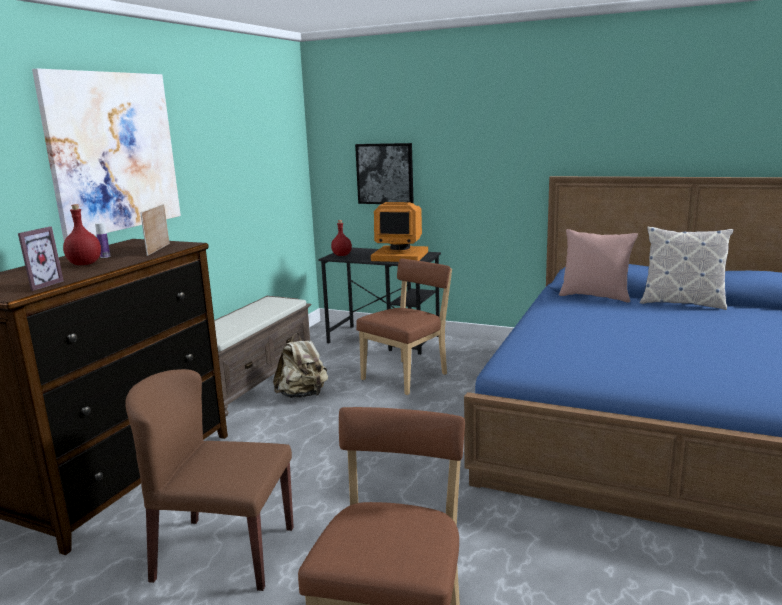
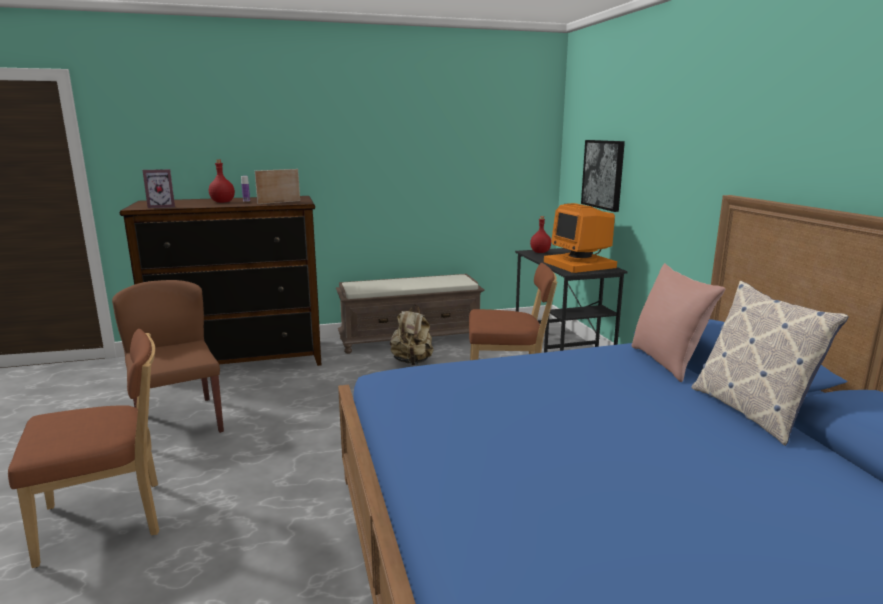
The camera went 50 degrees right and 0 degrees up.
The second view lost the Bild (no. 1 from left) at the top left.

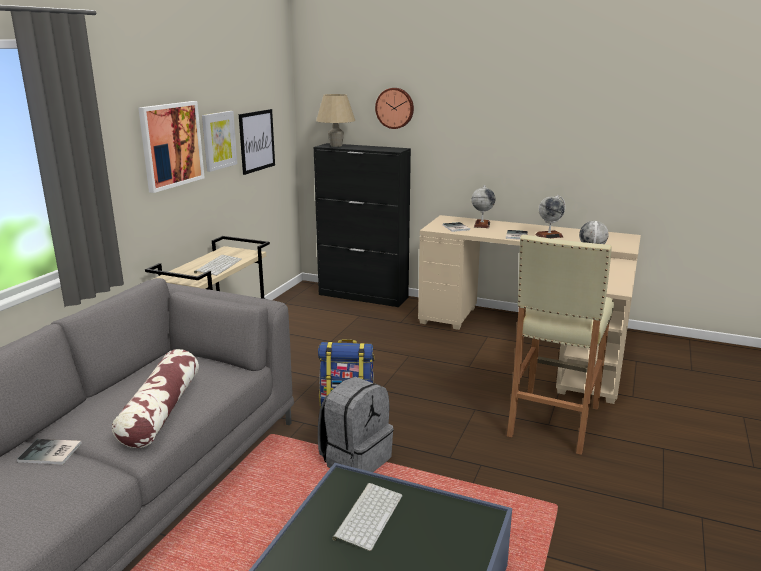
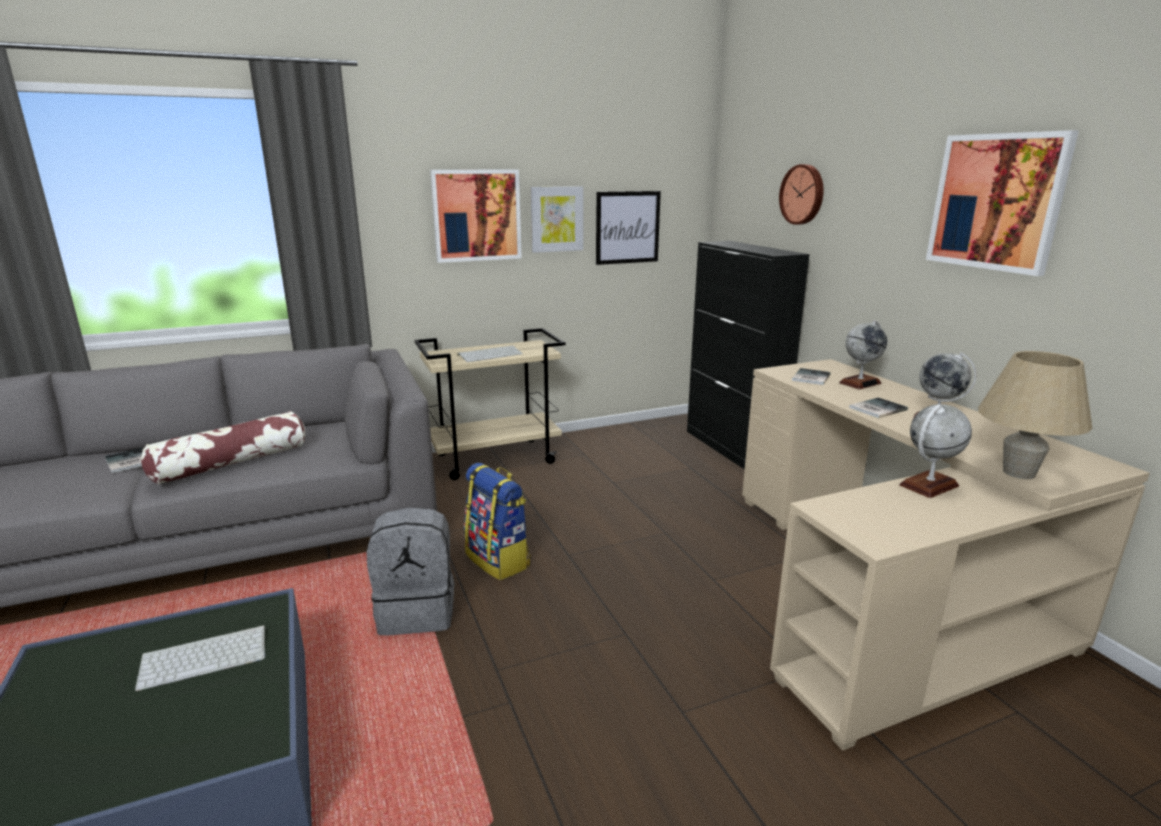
The camera went 45 degrees right and 0 degrees up.
The Tischlampe (beige) ended up elsewhere, having gone from the top centre to the middle right.
The second view lost the Hocker (beige) at the middle right.
The second view gained the Bild (no. 4 from left) at the top right.

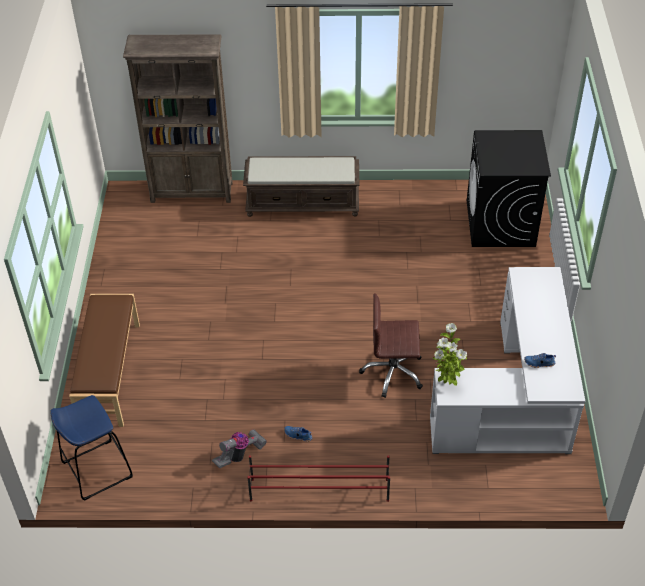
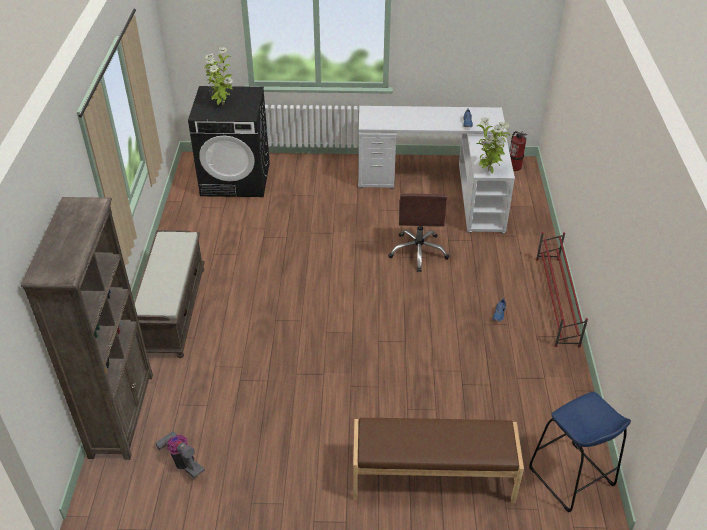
The camera went 90 degrees left and 5 degrees down.
The Staubsauger ended up elsewhere, having gone from the bottom centre to the bottom left.
The second view gained the Topfpflanze (no. 1 from left) at the top left.
The second view gained the Feuerlöscher at the top right.

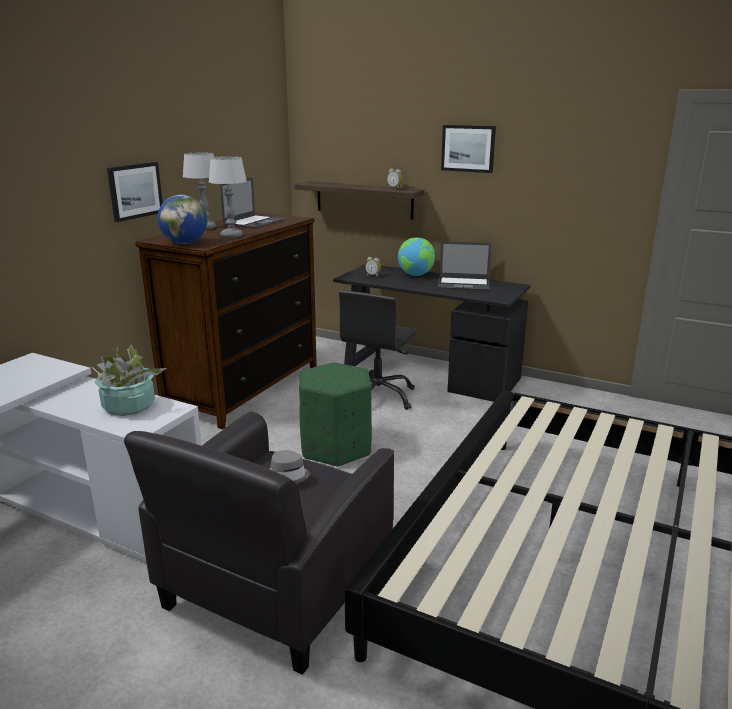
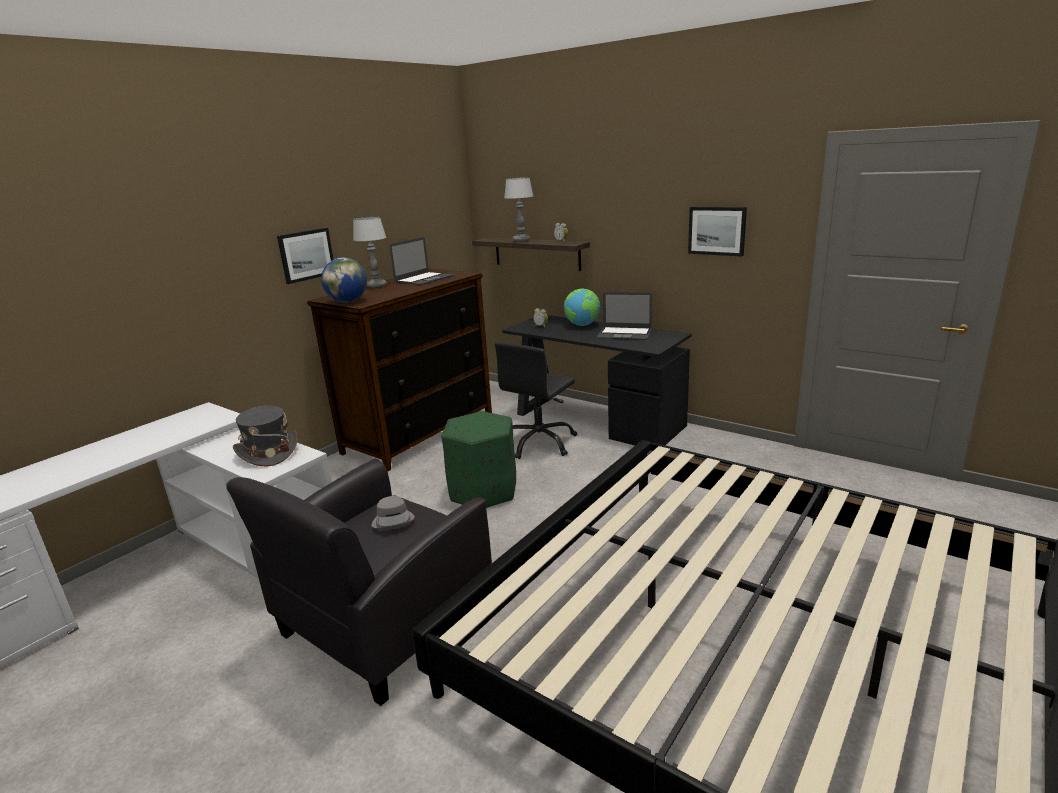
The camera went 10 degrees right and 0 degrees up.
The Bild (no. 2 from left) ended up elsewhere, having gone from the top centre to the top right.
The Tischlampe (no. 2 from left) ended up elsewhere, having gone from the top left to the top centre.
Where the Topfpflanze stood at the middle left, the Hut (grau) (no. 1 from left) came to stand at the middle left.

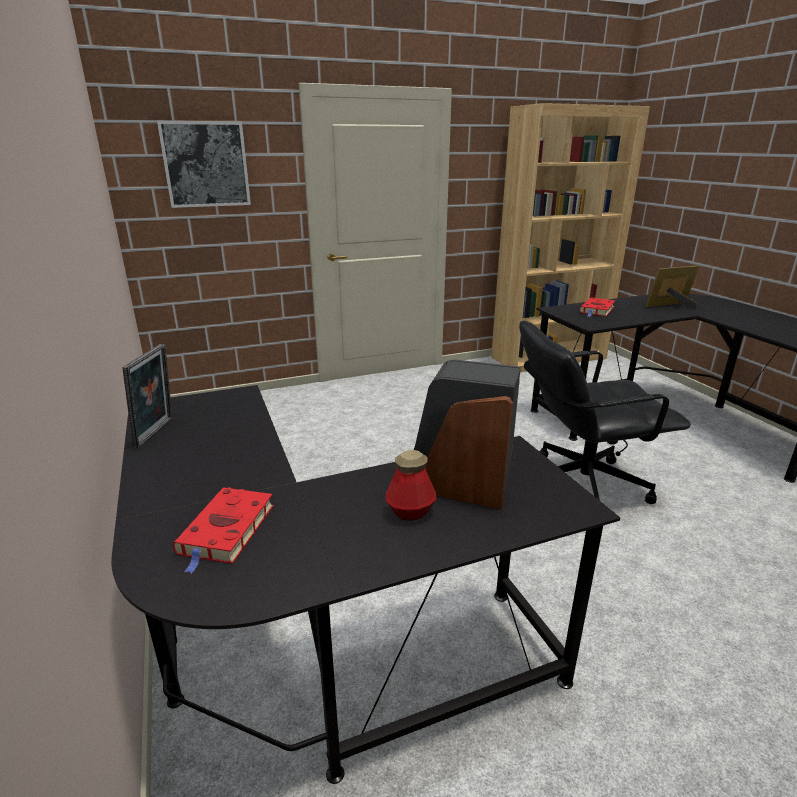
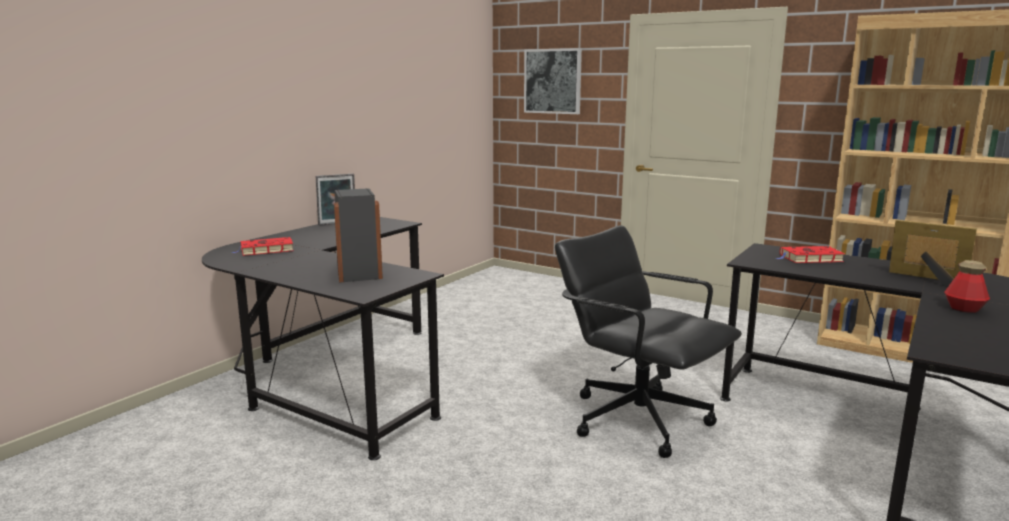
The camera went 55 degrees right and 10 degrees down.
The Flasche ended up elsewhere, having gone from the centre to the middle right.

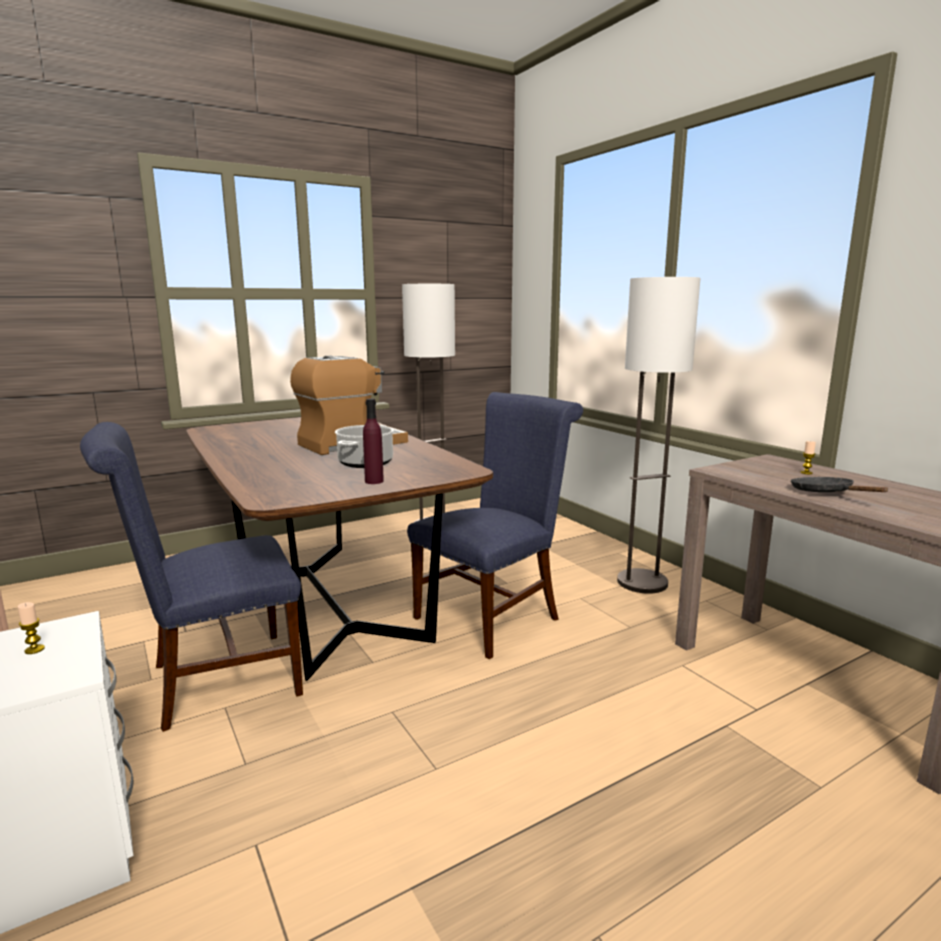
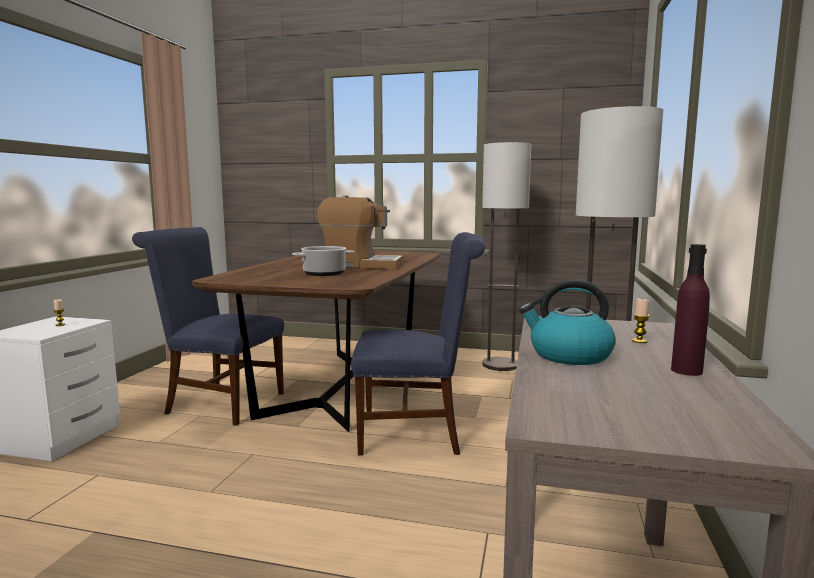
The camera went 45 degrees right and 5 degrees down.
The Flasche (lila) ended up elsewhere, having gone from the centre to the middle right.
Where the Pfanne (schwarz) stood at the middle right, the Wasserkessel came to stand at the middle right.

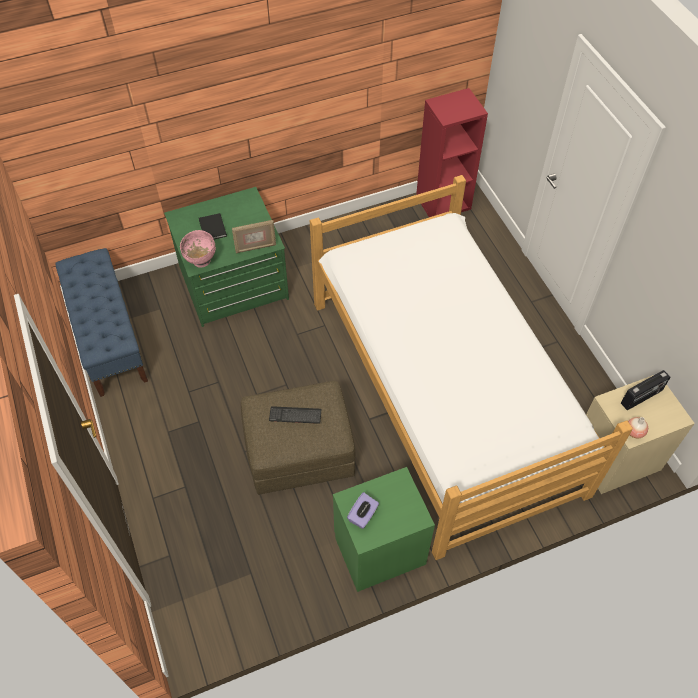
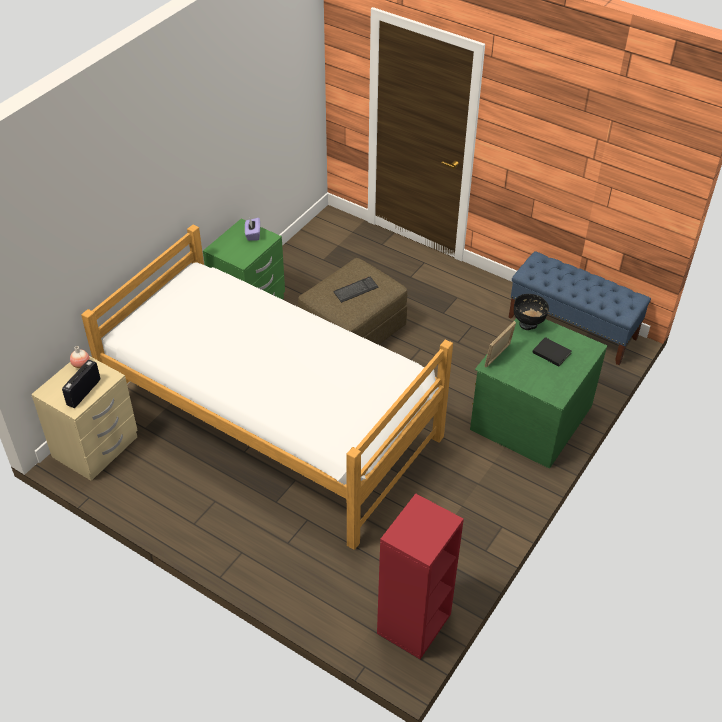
The camera went 145 degrees right and 10 degrees down.
What was the Schüssel (rosa) at the middle left turned into the Schüssel (schwarz) at the middle right.

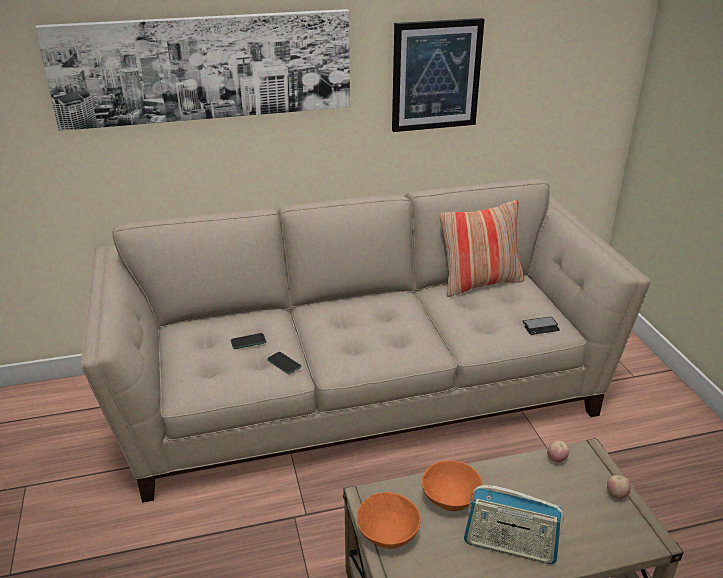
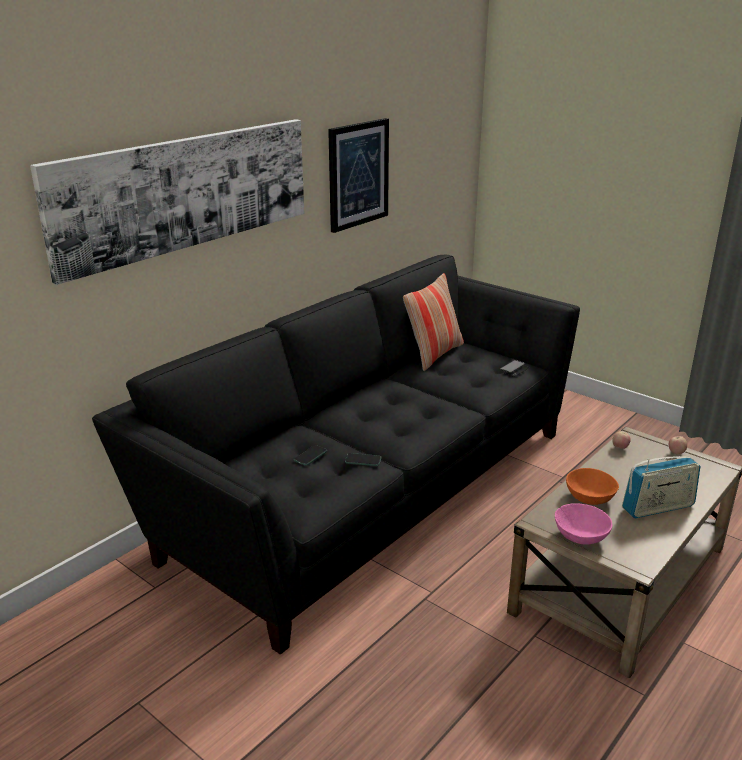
The camera went 35 degrees left and 5 degrees down.
What was the Sofa (beige) at the centre turned into the Sofa (schwarz) at the centre.
What was the Schüssel (orange) (no. 1 from left) at the bottom centre turned into the Schüssel (rosa) at the bottom right.

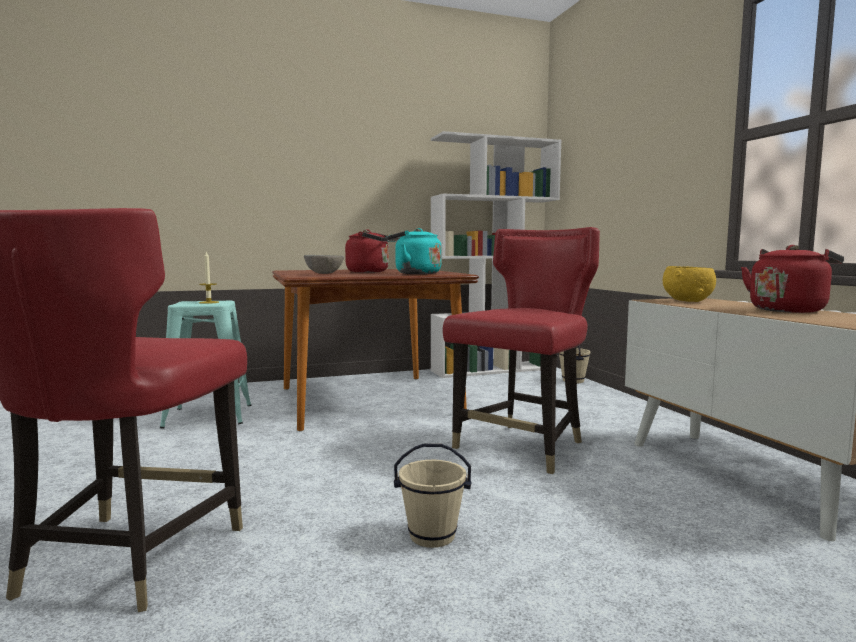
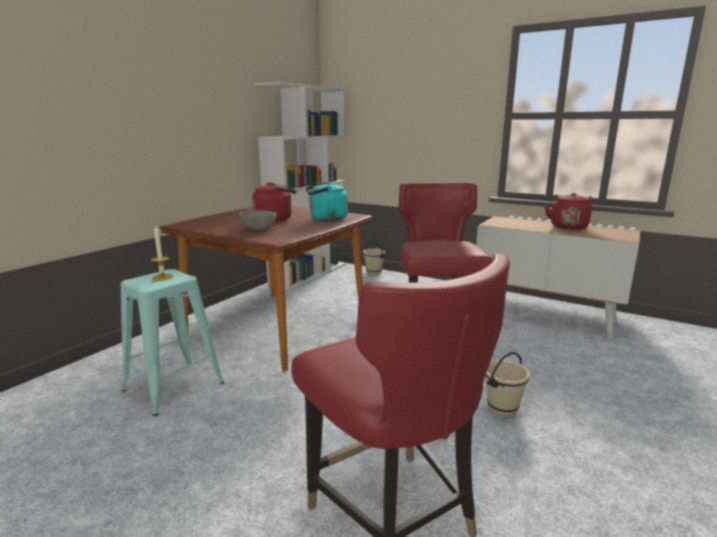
The camera went 40 degrees left and 10 degrees up.
The second view lost the Schüssel (gelb) at the middle right.

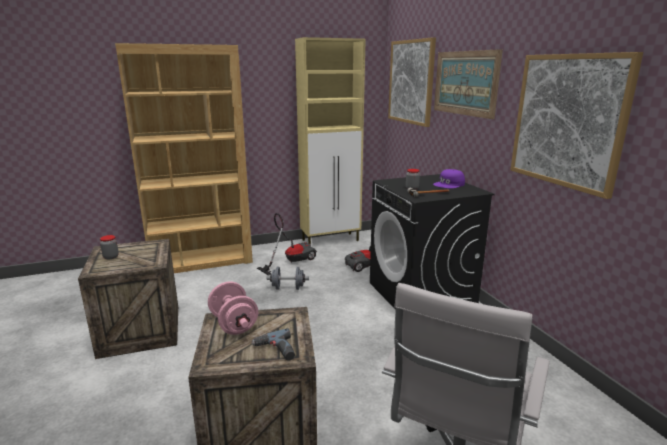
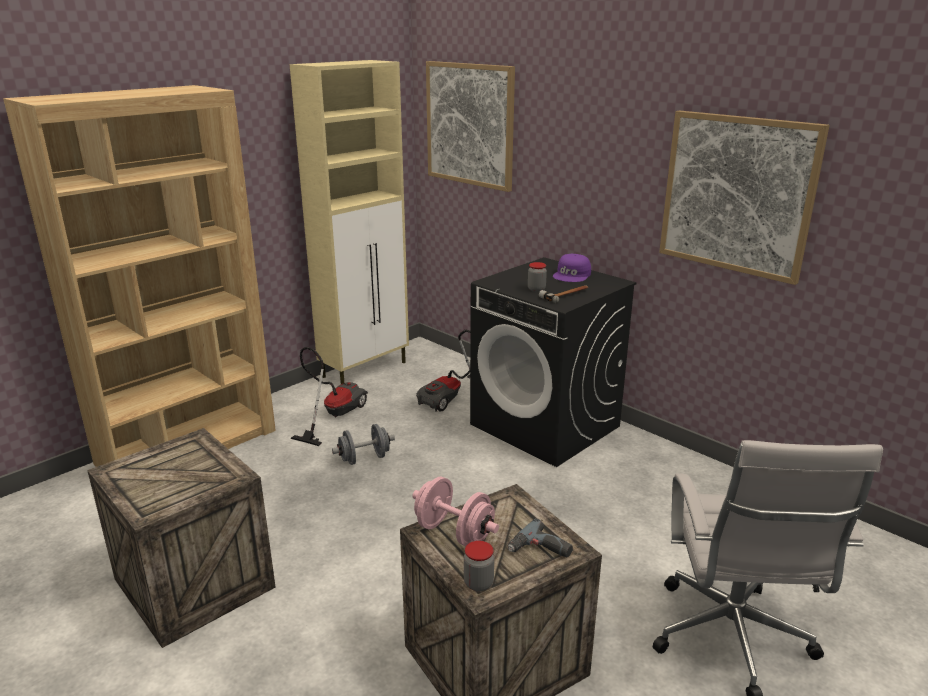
The camera went 25 degrees left and 5 degrees up.
The second view lost the Bild (no. 2 from left) at the top right.
The Vorratsglas (no. 1 from left) ended up elsewhere, having gone from the middle left to the bottom centre.

